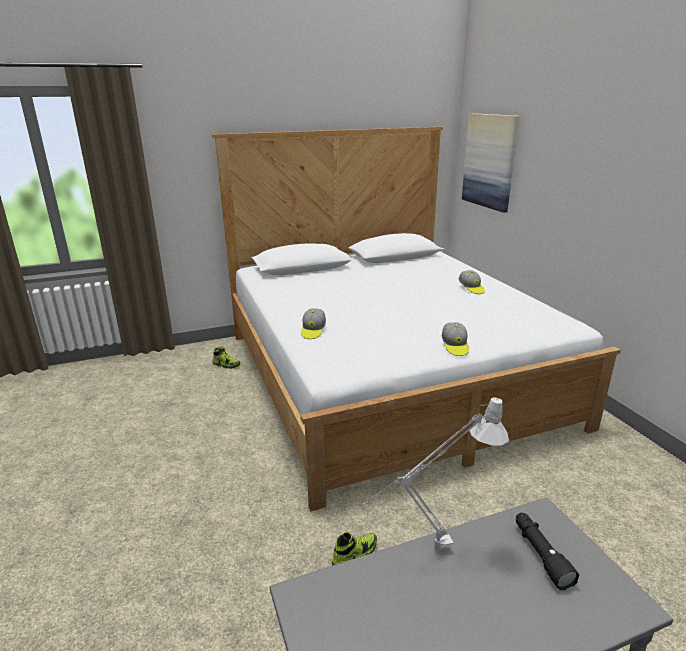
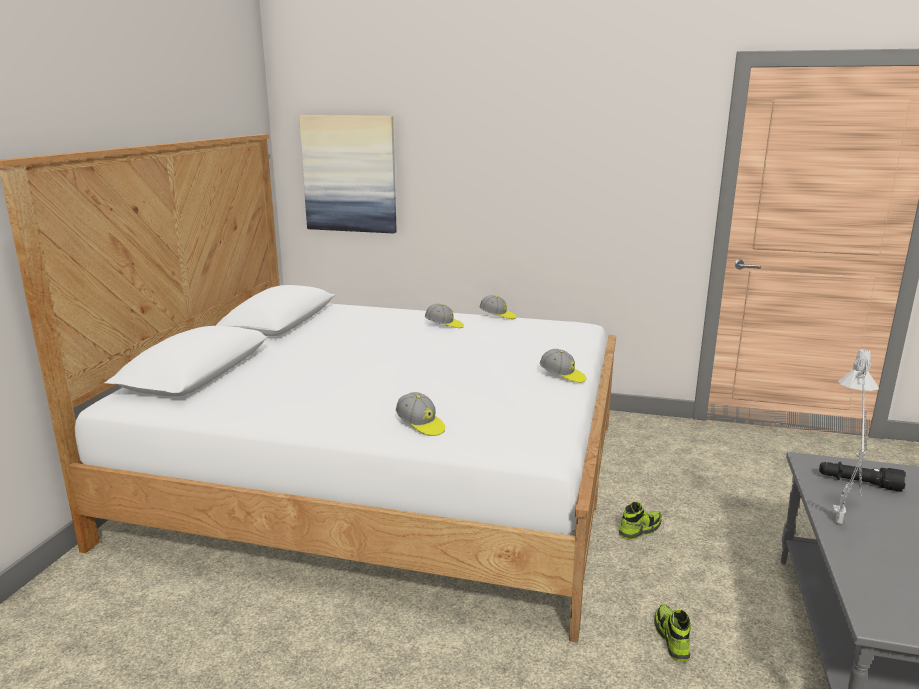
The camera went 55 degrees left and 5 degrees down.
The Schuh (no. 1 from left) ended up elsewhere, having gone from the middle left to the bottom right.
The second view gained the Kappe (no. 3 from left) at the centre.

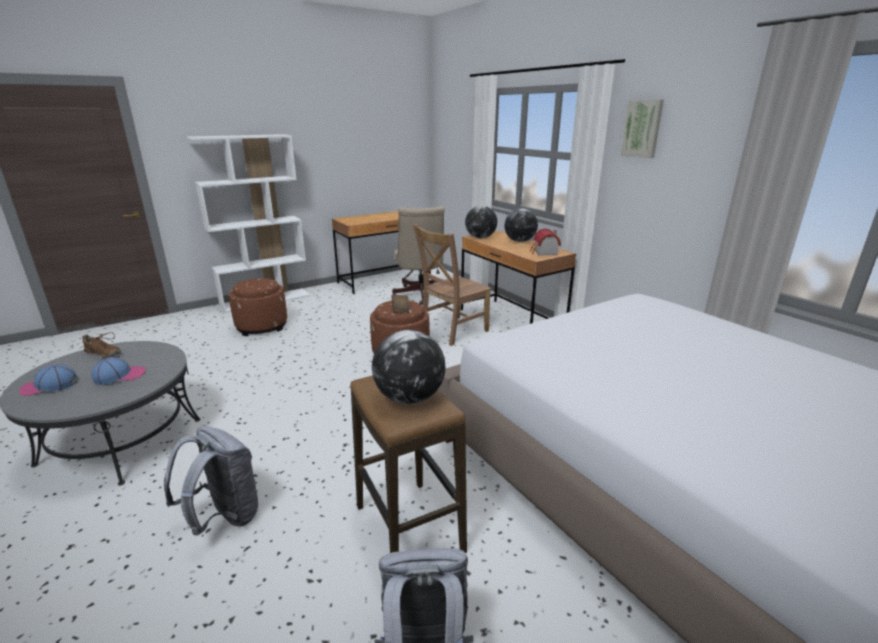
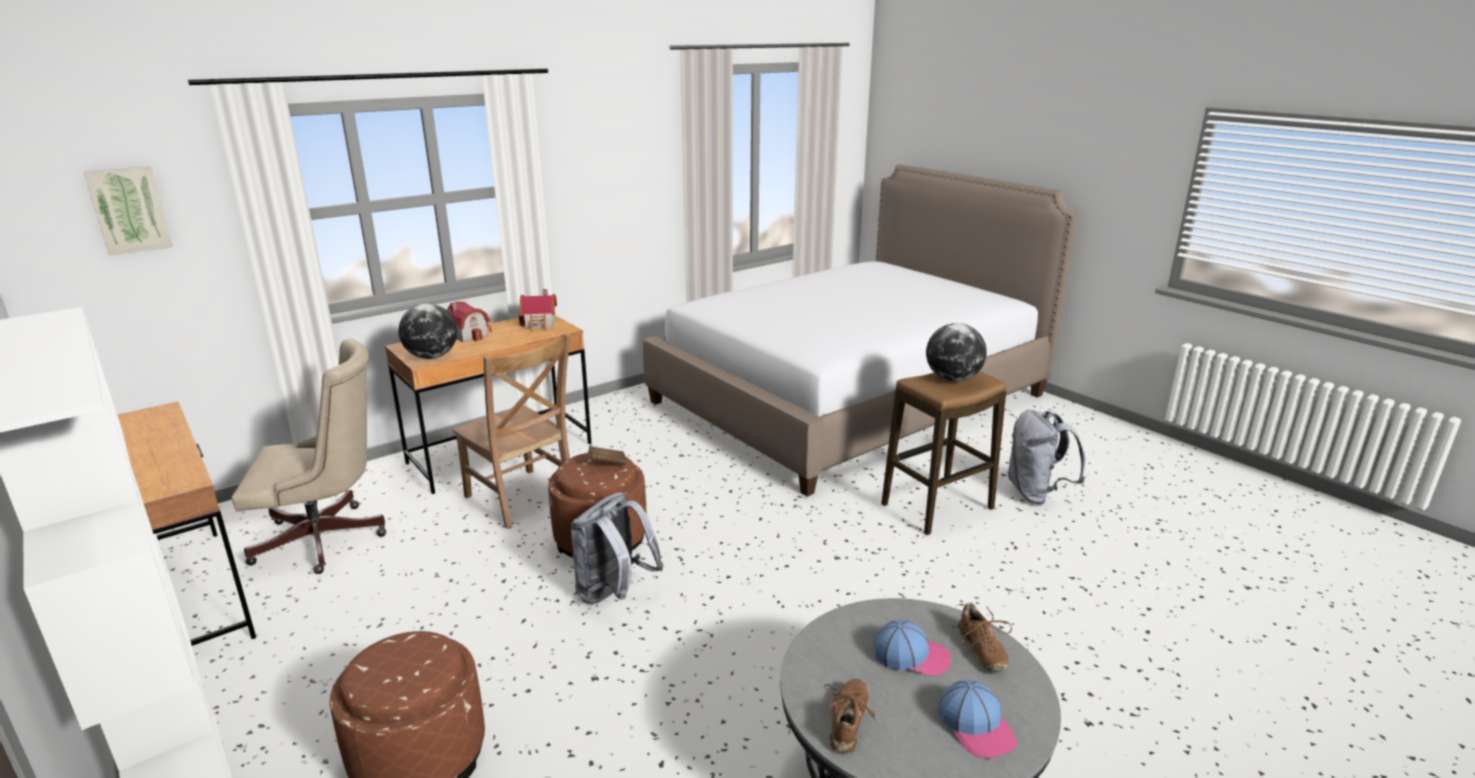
The camera went 95 degrees left and 0 degrees up.
The Bild ended up elsewhere, having gone from the top right to the top left.
Where the Globus (no. 3 from left) stood at the centre, the Spielzeughaus (no. 1 from left) came to stand at the middle left.
The Kappe (no. 2 from left in the first image) at the middle left ended up facing another way, 135 degrees clockwise from before.
The Rucksack (grau) (no. 1 from left) ended up elsewhere, having gone from the bottom left to the bottom centre.
The second view gained the Schuh (braun) (no. 2 from left) at the bottom centre.

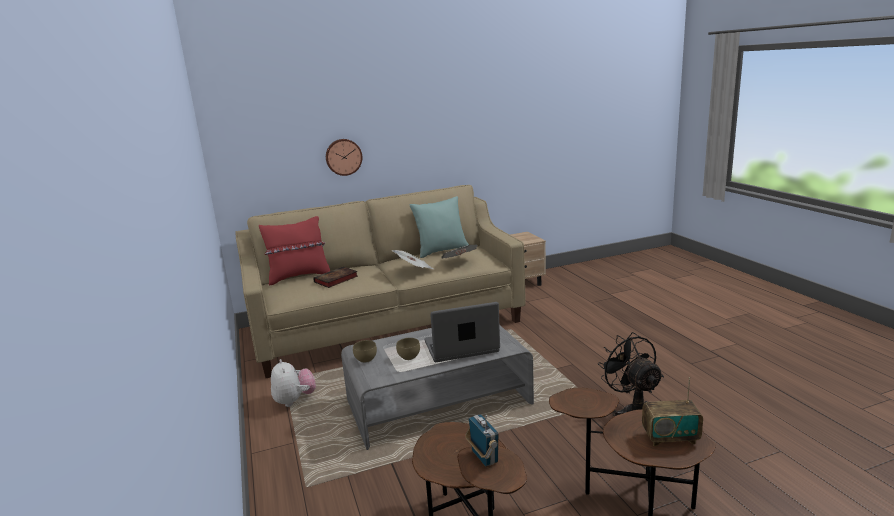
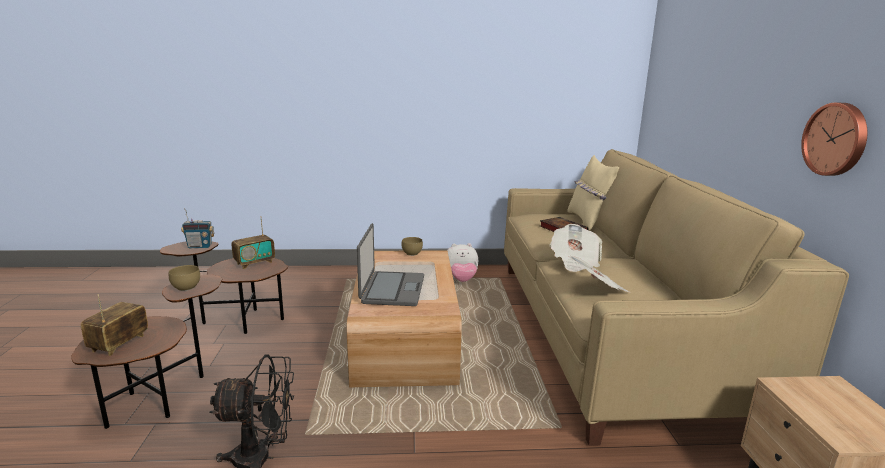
The camera went 105 degrees right and 0 degrees up.
The Wanduhr ended up elsewhere, having gone from the top centre to the top right.
The second view lost the Kissen (türkis) at the centre.
What was the Kissen (rot) at the middle left turned into the Kissen (beige) at the middle right.
What was the Couchtisch (grau) at the bottom centre turned into the Couchtisch (braun) at the bottom centre.
The Schüssel (braun) (no. 2 from left in the first image) ended up elsewhere, having gone from the bottom centre to the middle left.
The second view gained the Radio (no. 3 from left) at the middle left.

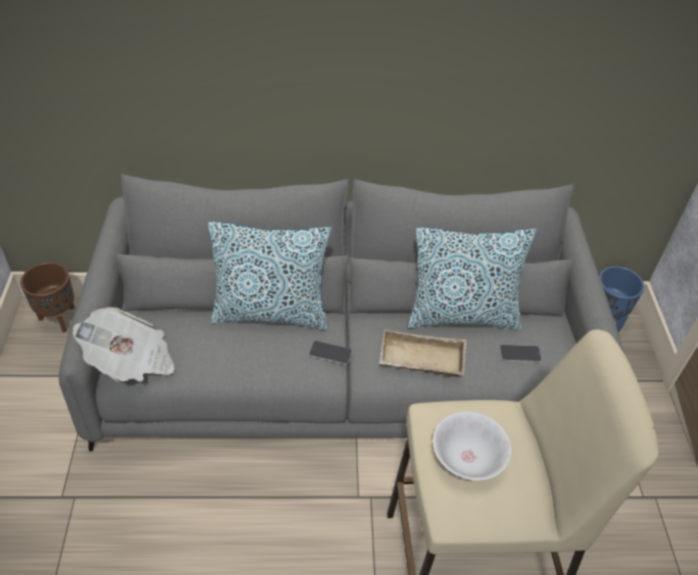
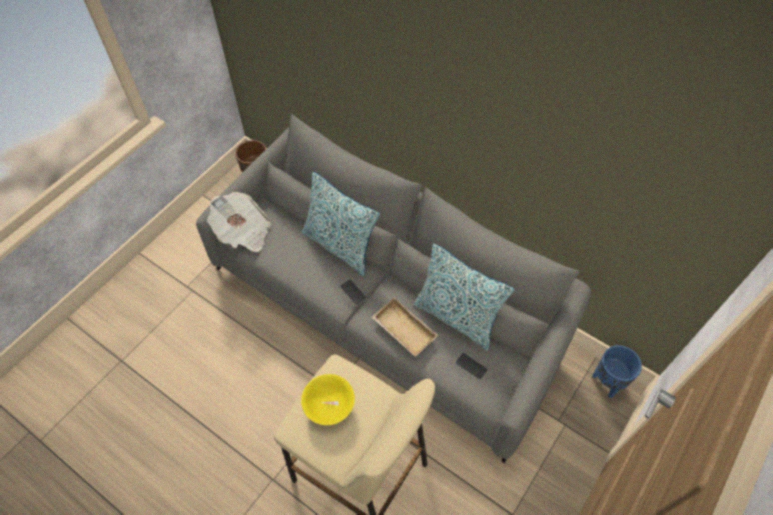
The camera went 40 degrees right and 10 degrees up.
What was the Schüssel (weiß) at the bottom right turned into the Schüssel (gelb) at the bottom centre.

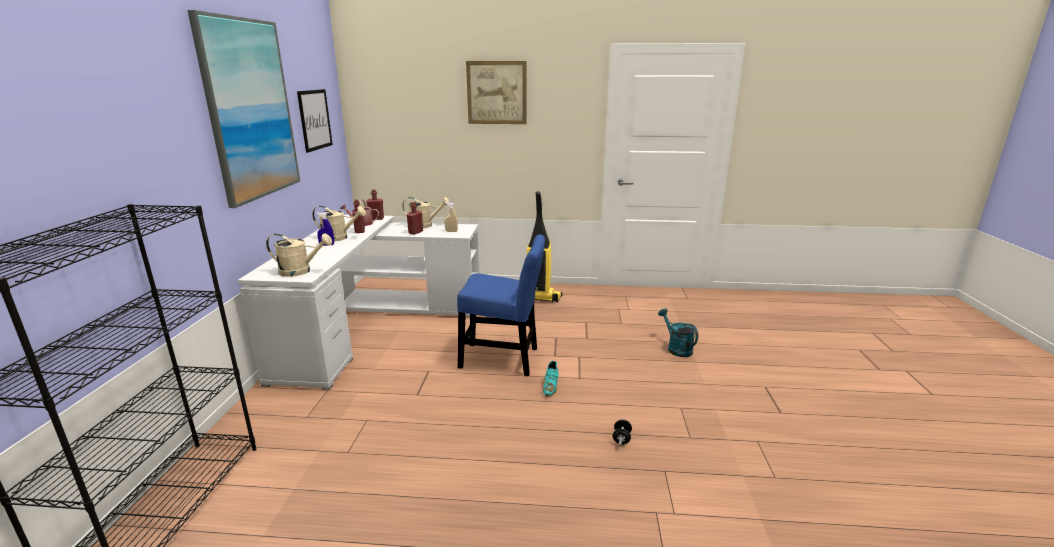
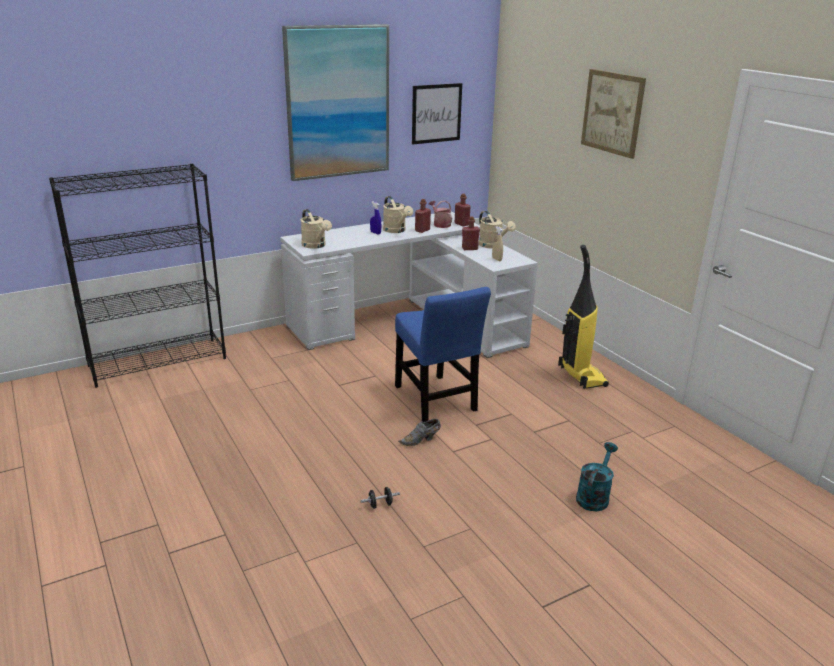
The camera went 55 degrees right and 5 degrees up.
What was the Schuh (türkis) at the bottom centre turned into the Schuh (grau) at the centre.

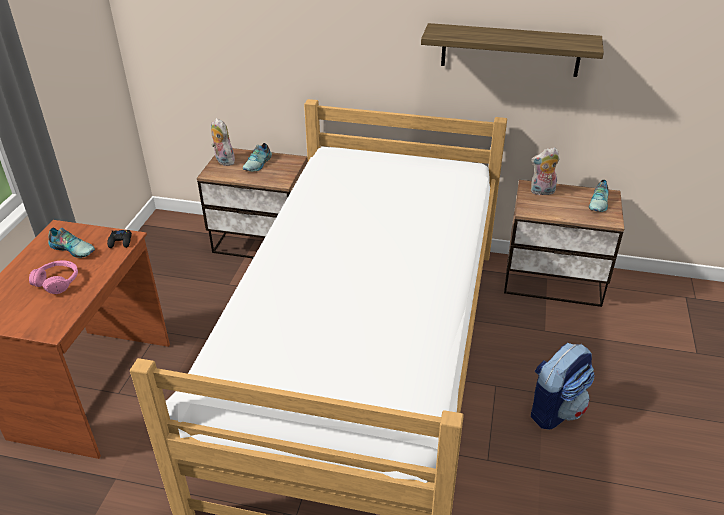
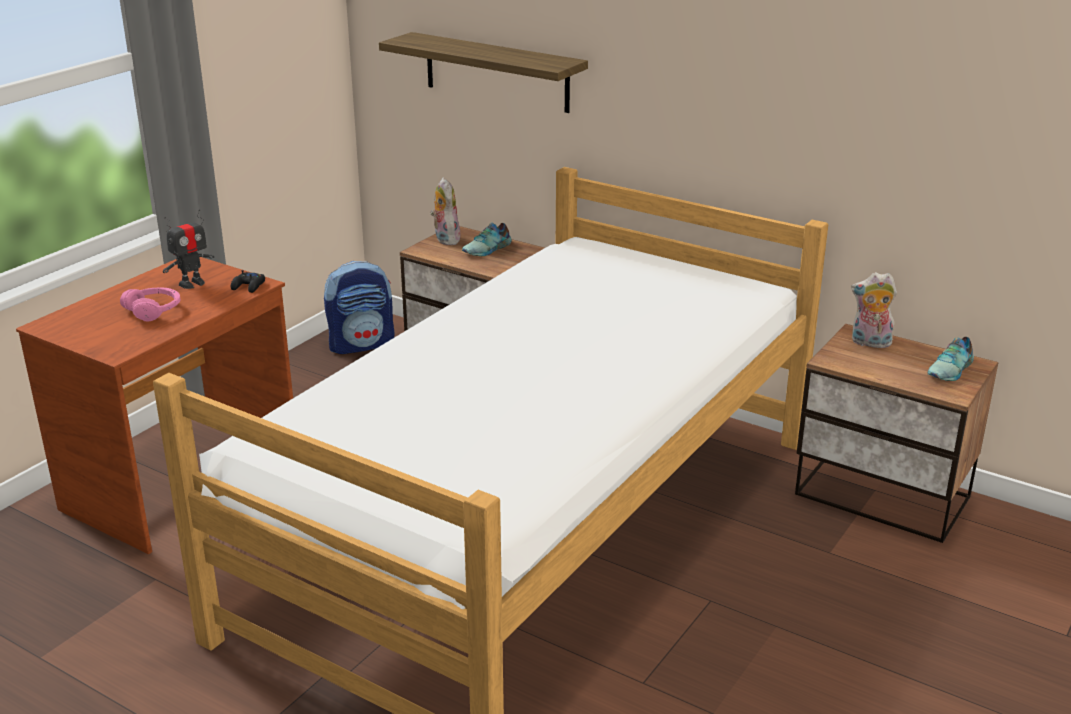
The camera went 20 degrees right and 10 degrees down.
The Wandregal ended up elsewhere, having gone from the top right to the top centre.
Where the Schuh (no. 1 from left) stood at the middle left, the Spielzeugroboter came to stand at the middle left.
The Rucksack ended up elsewhere, having gone from the bottom right to the centre.

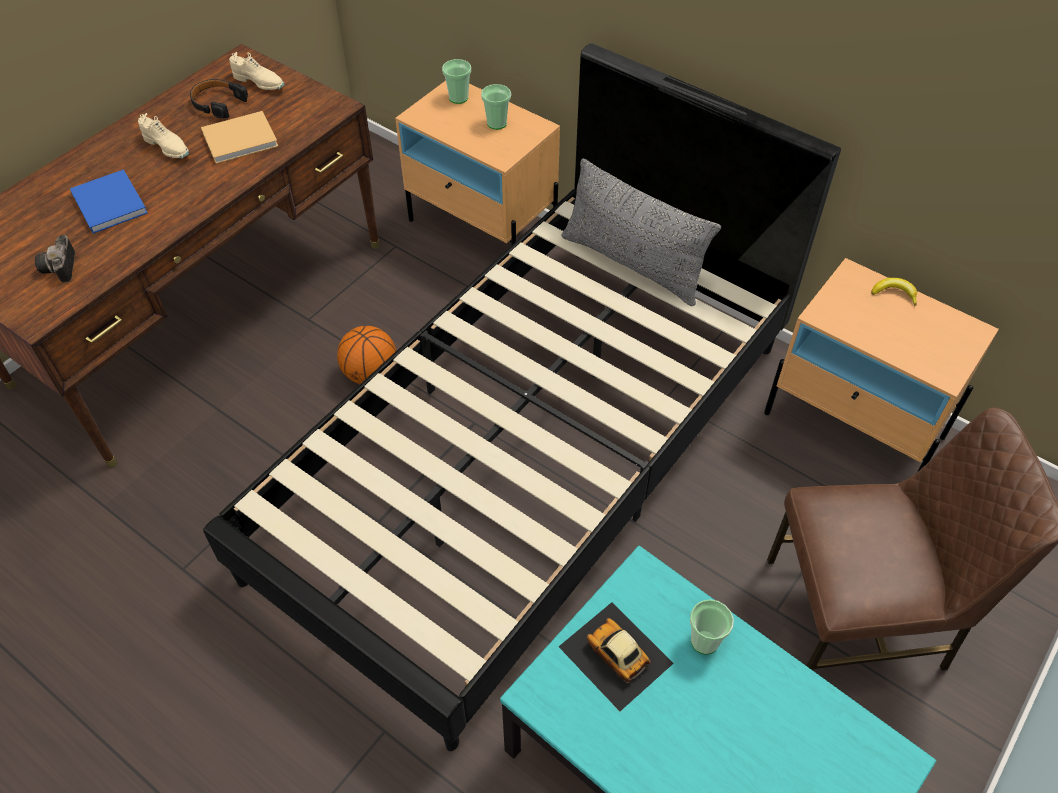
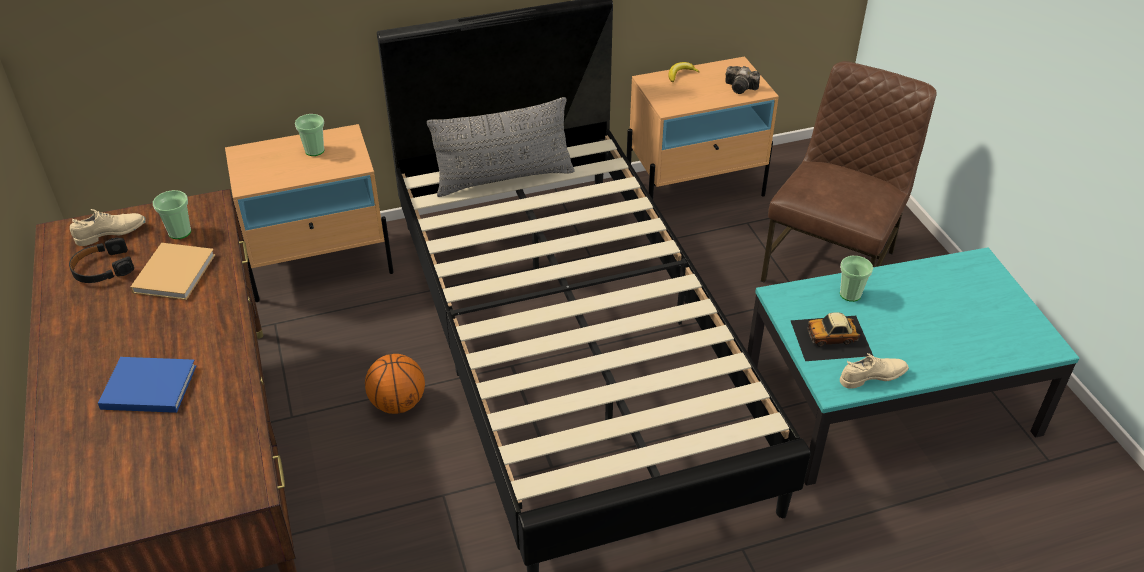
The camera went 55 degrees left and 10 degrees down.
The Tasse (no. 1 from left) ended up elsewhere, having gone from the top centre to the middle left.
The Schuh (beige) (no. 1 from left in the first image) ended up elsewhere, having gone from the top left to the middle right.
The Kamera ended up elsewhere, having gone from the top left to the top centre.

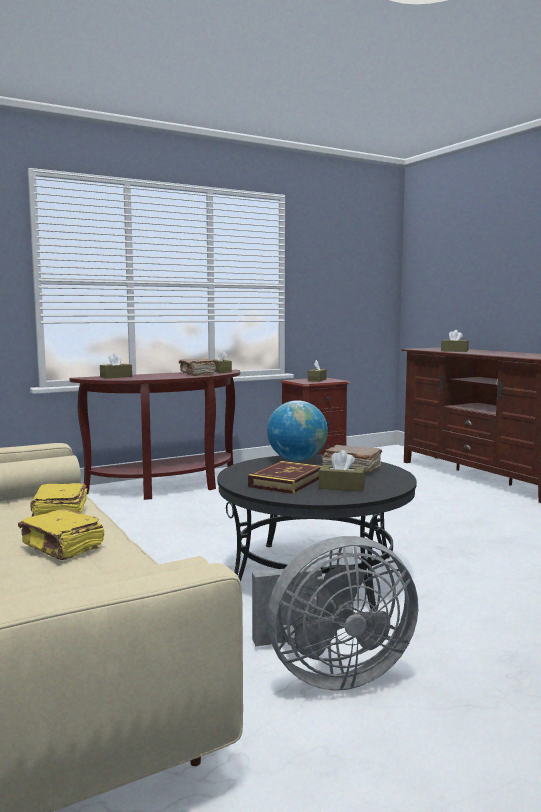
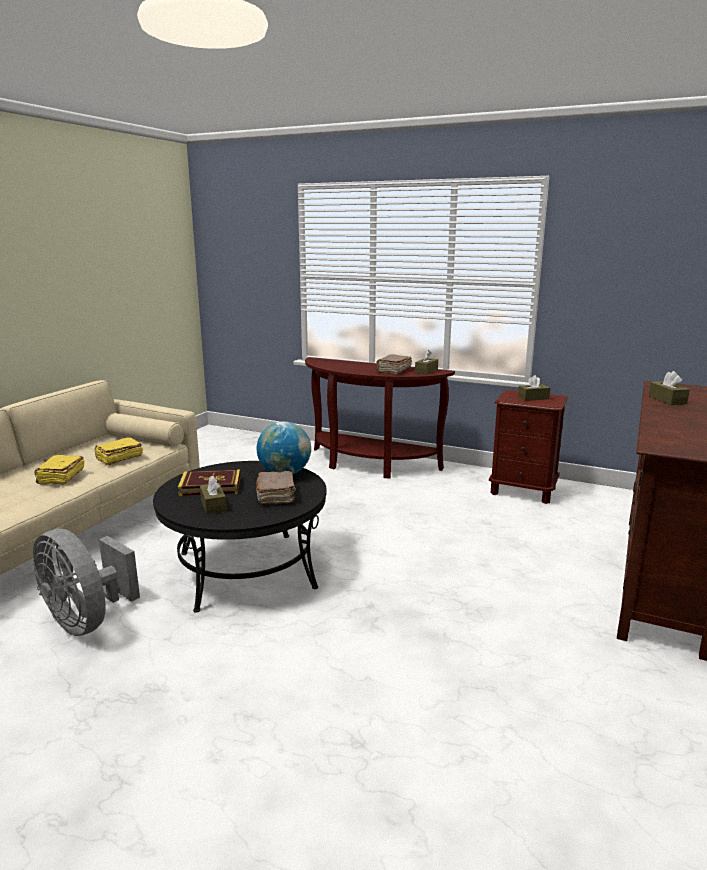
The camera went 55 degrees right and 10 degrees up.
The second view lost the Taschentuchbox (braun) (no. 1 from left) at the middle left.

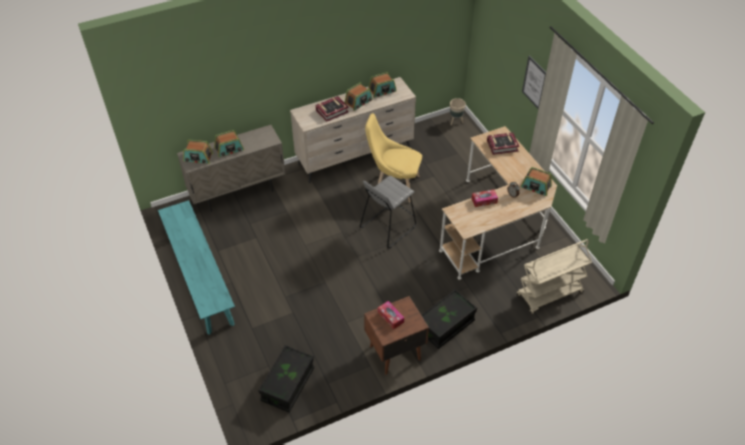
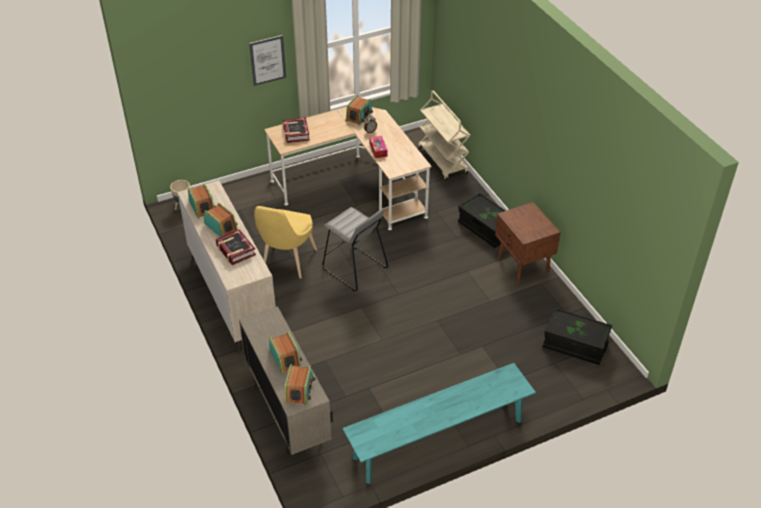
The camera went 90 degrees left and 5 degrees down.
The second view lost the Taschentuchbox (no. 1 from left) at the bottom centre.

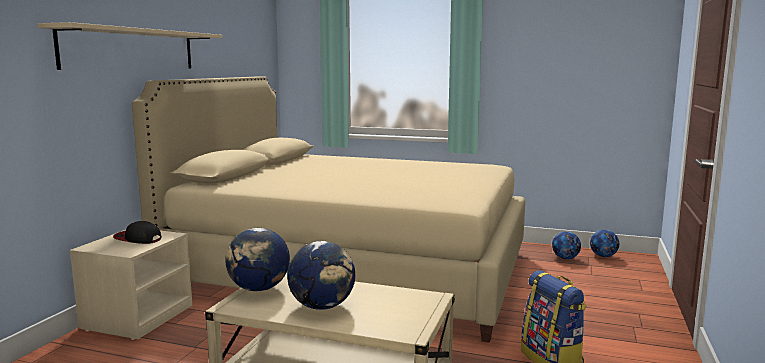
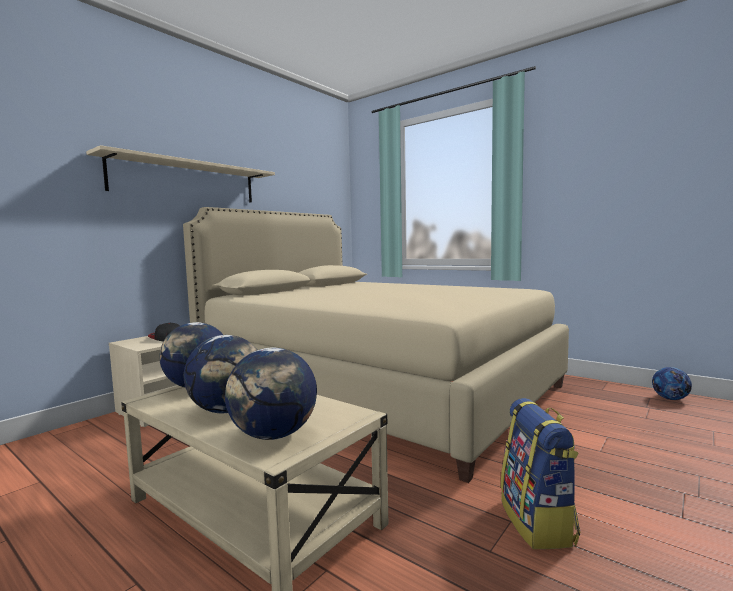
The camera went 20 degrees right and 5 degrees down.
The second view lost the Fußball (no. 1 from left) at the bottom right.
The second view gained the Globus (no. 3 from left) at the centre.

